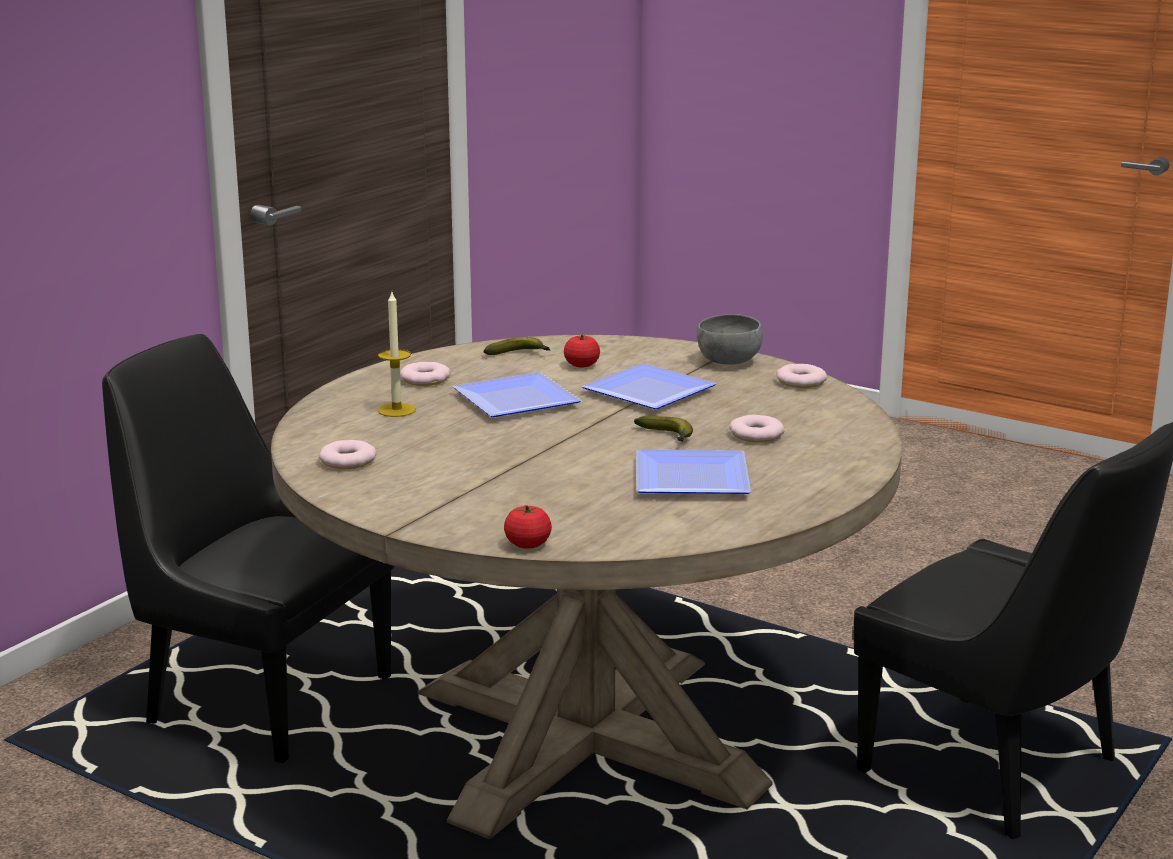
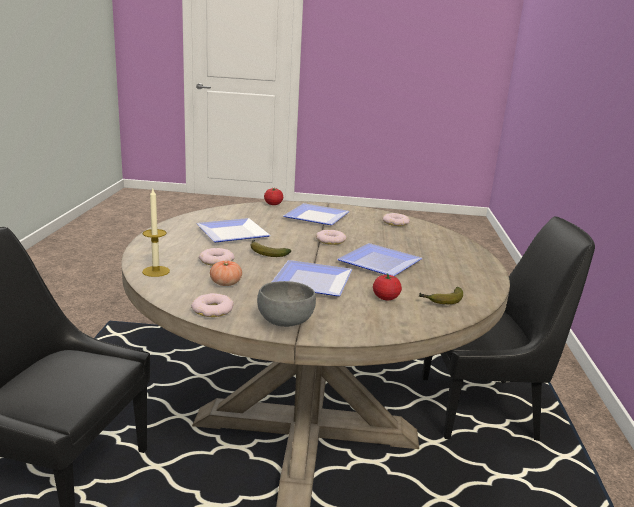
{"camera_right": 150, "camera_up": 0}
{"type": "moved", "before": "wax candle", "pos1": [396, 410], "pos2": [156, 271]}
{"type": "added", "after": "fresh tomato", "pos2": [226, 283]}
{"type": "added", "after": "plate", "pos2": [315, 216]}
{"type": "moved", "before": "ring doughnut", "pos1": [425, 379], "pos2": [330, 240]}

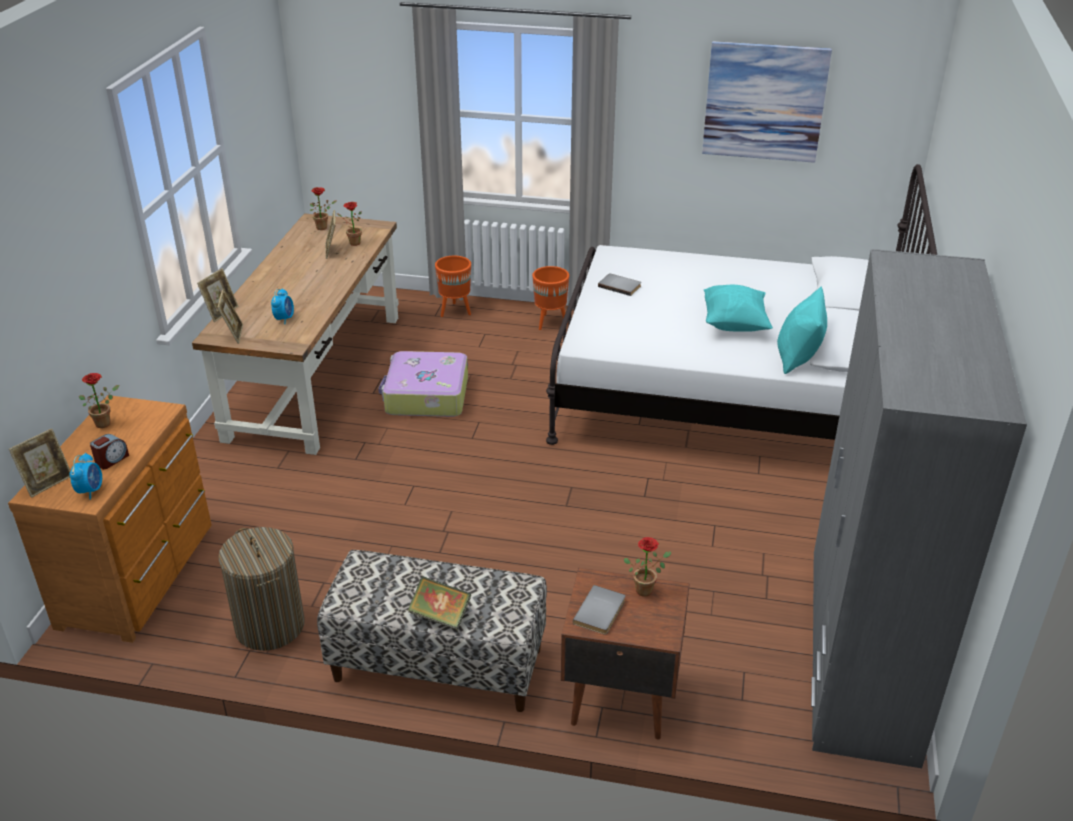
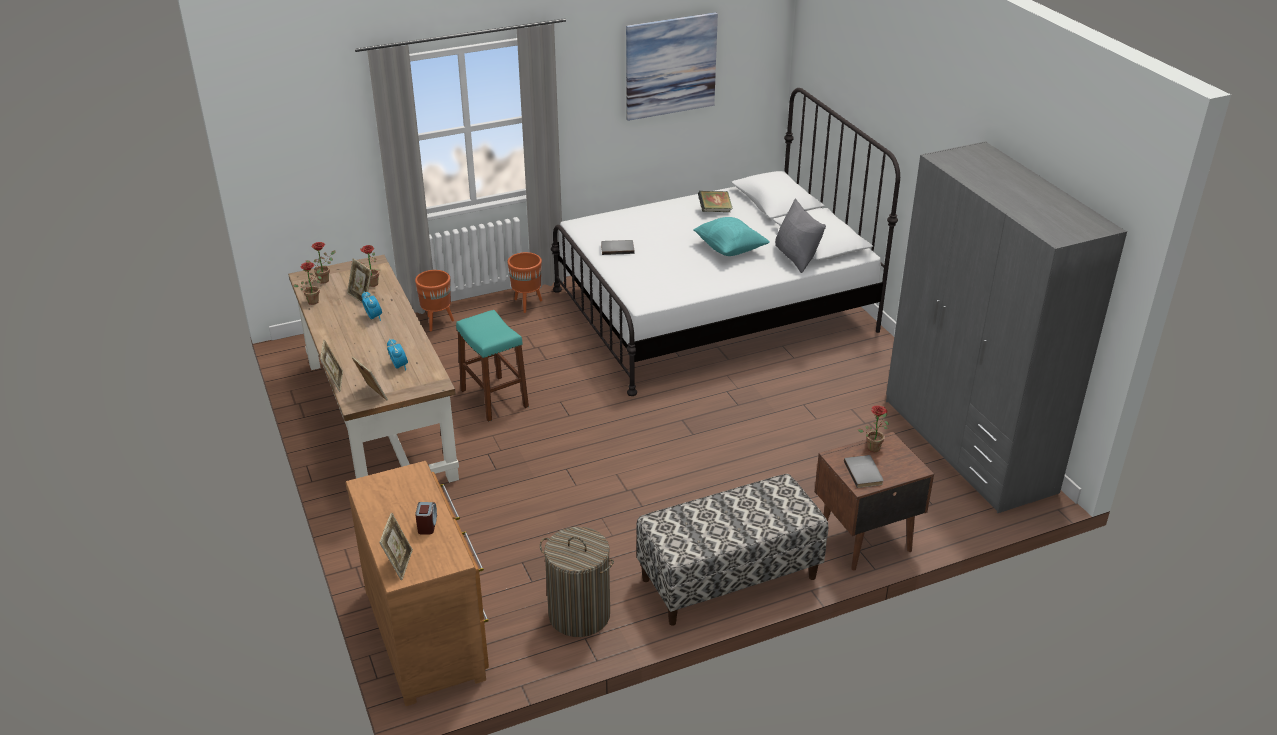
{"camera_right": -35, "camera_up": 0}
{"type": "moved", "before": "plant in a pot", "pos1": [106, 422], "pos2": [314, 300]}
{"type": "moved", "before": "bedside clock", "pos1": [90, 490], "pos2": [373, 317]}
{"type": "replaced", "before": "piece of luggage", "after": "turquoise stool seat", "pos1": [426, 396], "pos2": [494, 398]}
{"type": "moved", "before": "volume", "pos1": [440, 616], "pos2": [714, 210]}
{"type": "recoloured", "before": "turquoise pillow", "after": "gray pillow", "pos1": [798, 357], "pos2": [796, 258]}

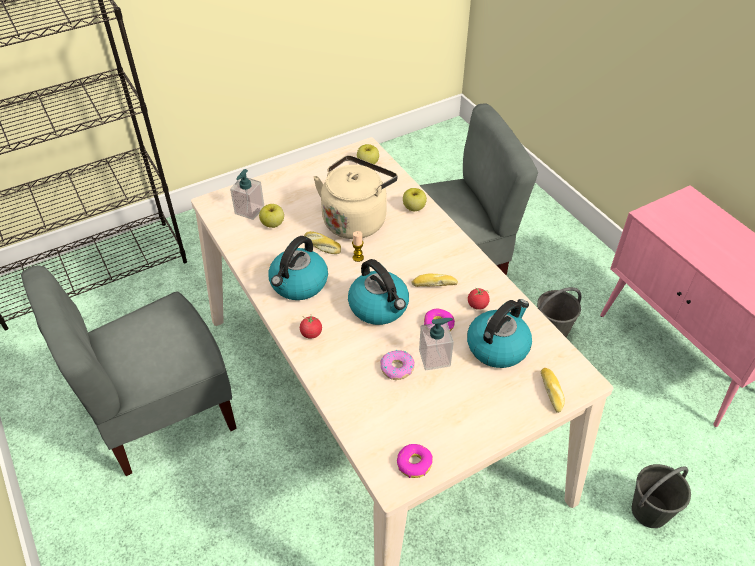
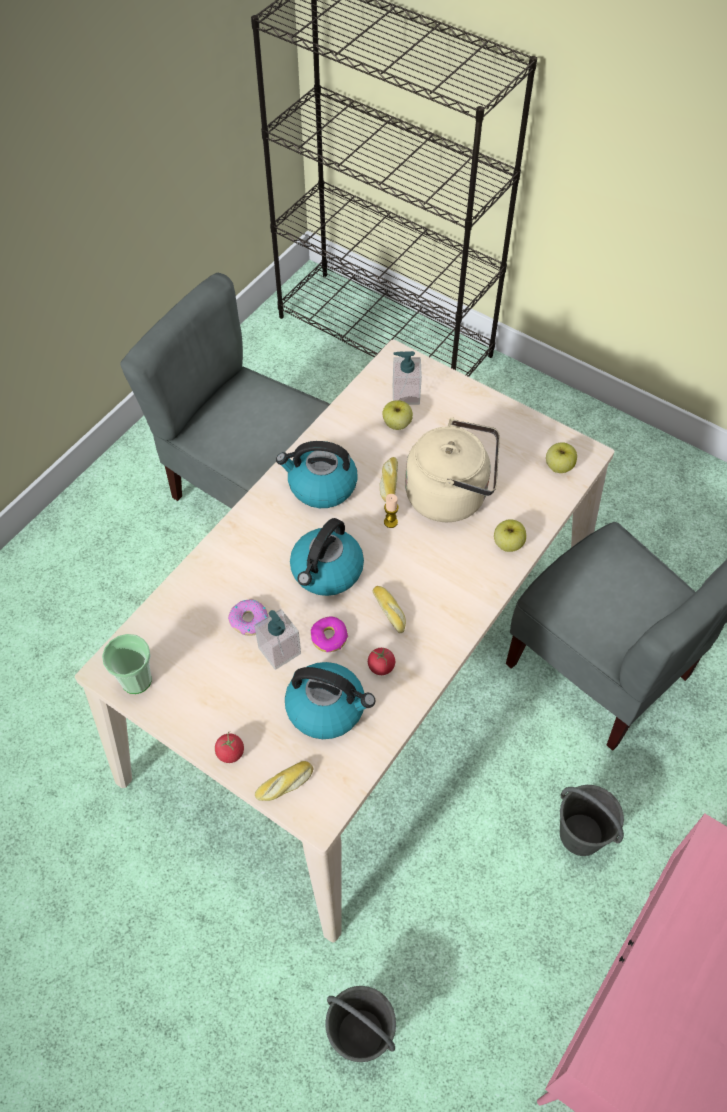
{"camera_right": 65, "camera_up": 10}
{"type": "replaced", "before": "ring doughnut", "after": "small cup", "pos1": [414, 464], "pos2": [136, 680]}
{"type": "moved", "before": "fresh tomato", "pos1": [311, 333], "pos2": [230, 752]}

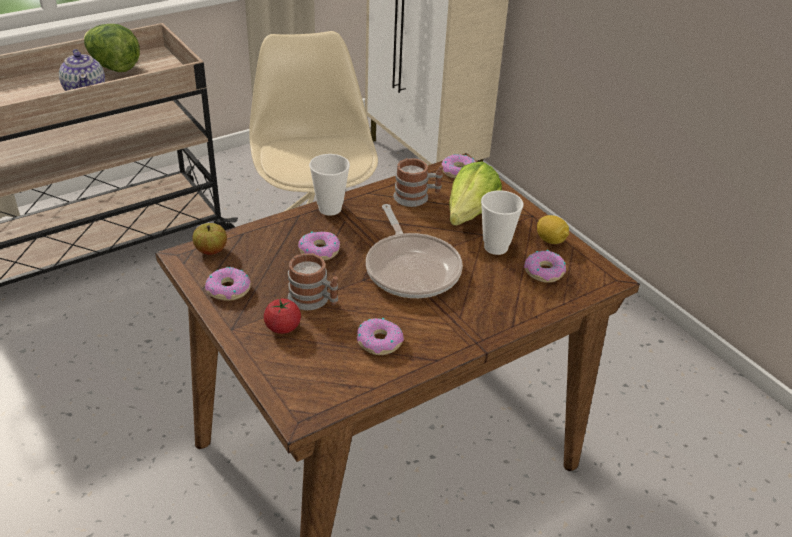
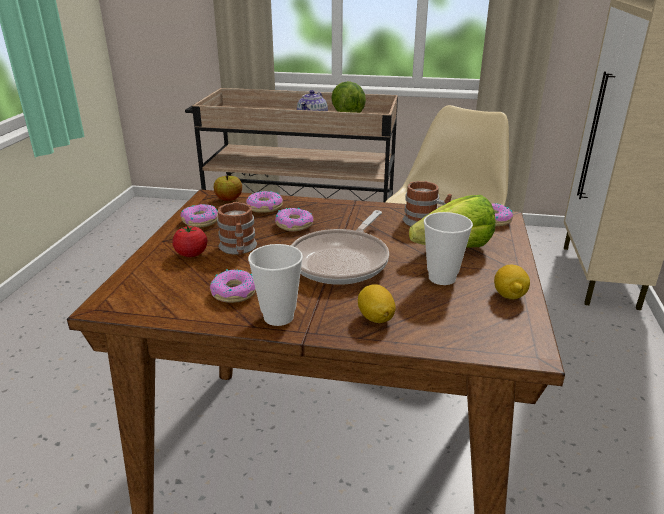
{"camera_right": 45, "camera_up": -10}
{"type": "moved", "before": "ring doughnut", "pos1": [544, 272], "pos2": [264, 207]}
{"type": "moved", "before": "small cup", "pos1": [330, 209], "pos2": [278, 317]}
{"type": "added", "after": "lemon", "pos2": [375, 318]}

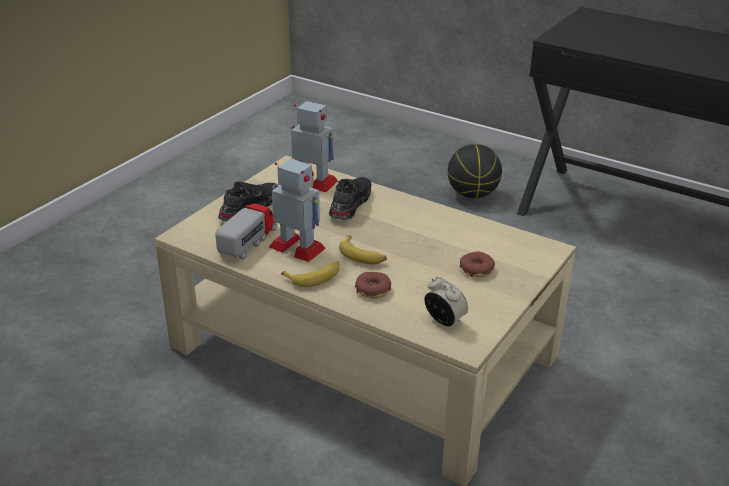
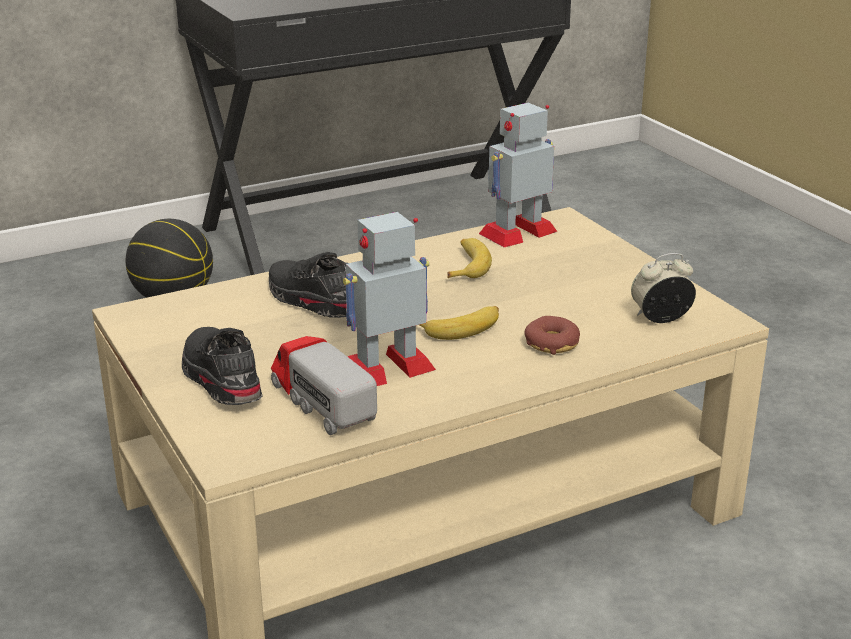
{"camera_right": -60, "camera_up": -5}
{"type": "moved", "before": "banana fruit", "pos1": [314, 277], "pos2": [467, 266]}
{"type": "moved", "before": "toy robot", "pos1": [313, 182], "pos2": [518, 232]}
{"type": "removed", "before": "ring doughnut", "pos1": [477, 269]}

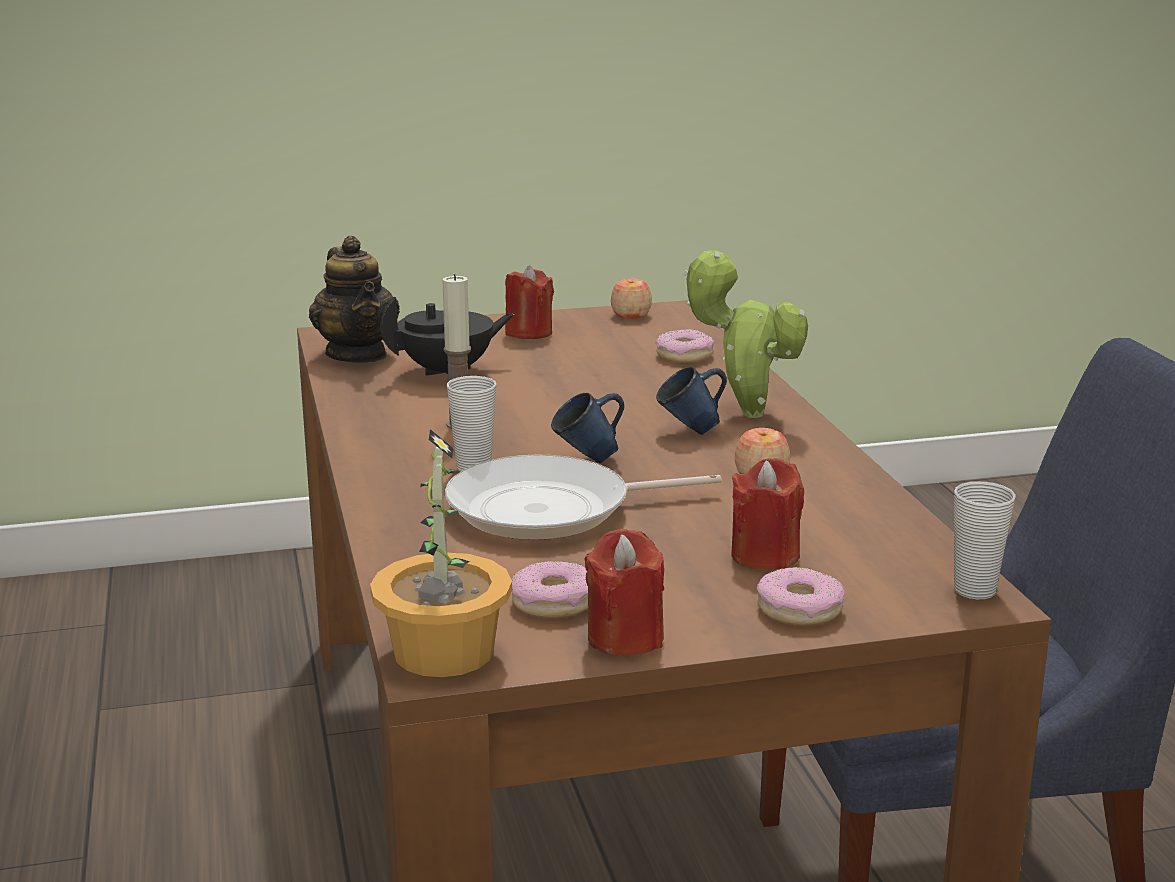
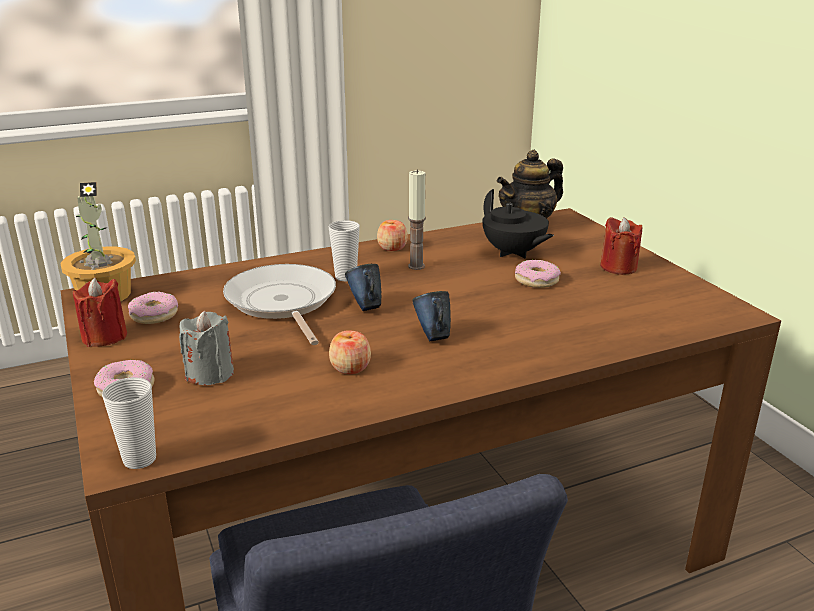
{"camera_right": 80, "camera_up": 5}
{"type": "recoloured", "before": "red-coloured wax candle", "after": "gray wax candle", "pos1": [765, 556], "pos2": [210, 374]}
{"type": "moved", "before": "whole apple", "pos1": [631, 315], "pos2": [392, 247]}
{"type": "moved", "before": "ring doughnut", "pos1": [684, 355], "pos2": [536, 280]}
{"type": "removed", "before": "plant in a pot", "pos1": [744, 413]}

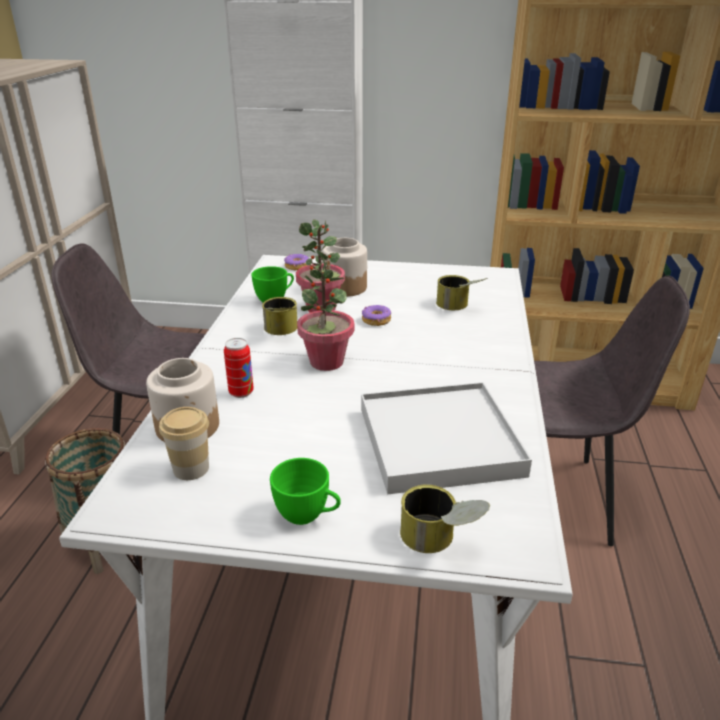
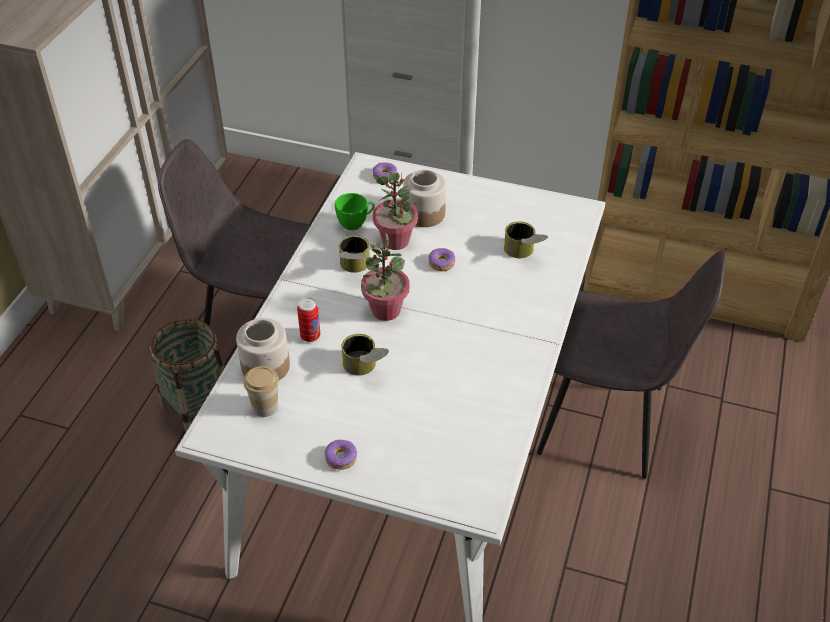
{"camera_right": 10, "camera_up": 15}
{"type": "replaced", "before": "greenish small cup", "after": "ring doughnut", "pos1": [308, 515], "pos2": [341, 458]}
{"type": "moved", "before": "can", "pos1": [440, 541], "pos2": [365, 369]}
{"type": "removed", "before": "white carrying tray", "pos1": [438, 441]}

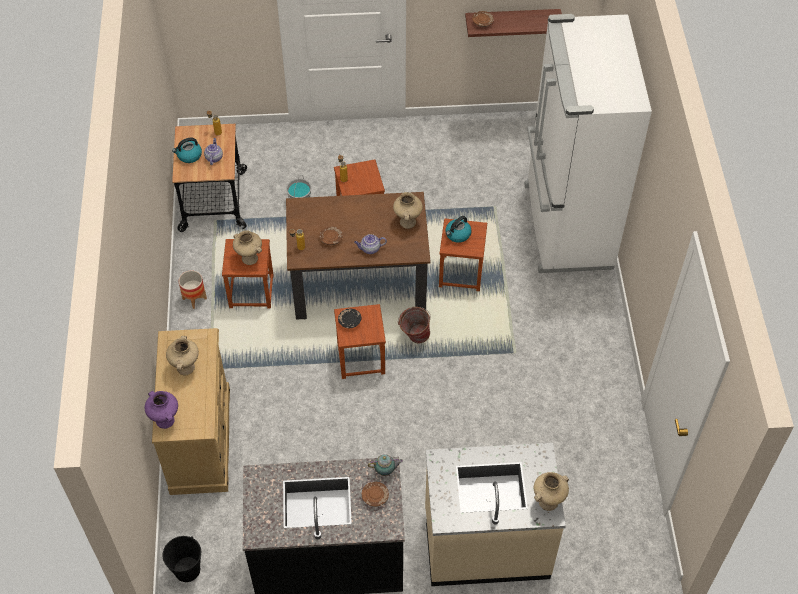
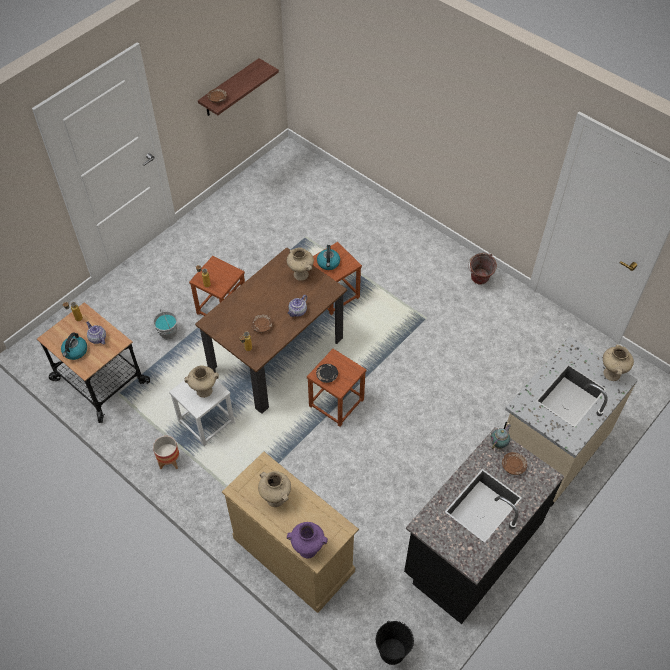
{"camera_right": -45, "camera_up": 0}
{"type": "recoloured", "before": "brown-coloured stool seat", "after": "white stool seat", "pos1": [251, 291], "pos2": [205, 421]}
{"type": "moved", "before": "bucket", "pos1": [414, 337], "pos2": [478, 281]}
{"type": "removed", "before": "white kitchen fridge", "pos1": [565, 227]}

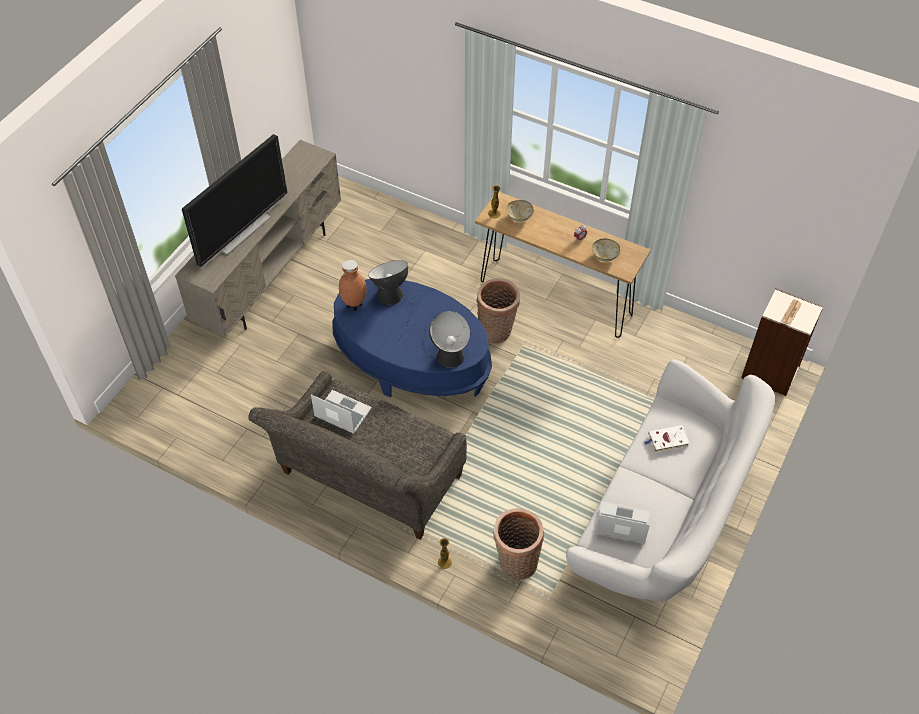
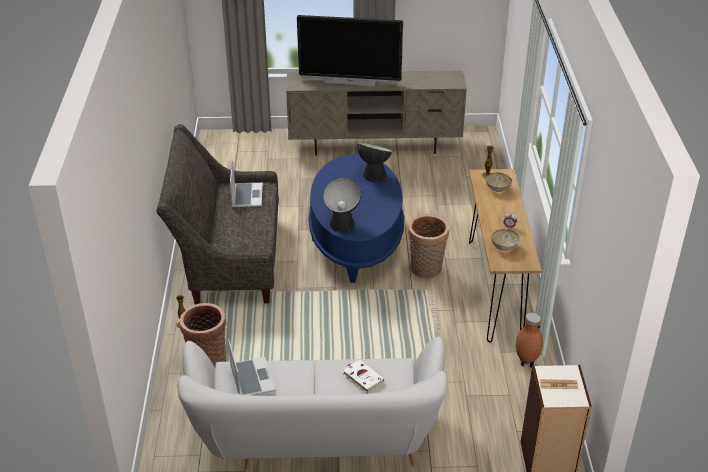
{"camera_right": 60, "camera_up": -15}
{"type": "moved", "before": "brown-coloured flower vase", "pos1": [354, 306], "pos2": [525, 363]}

